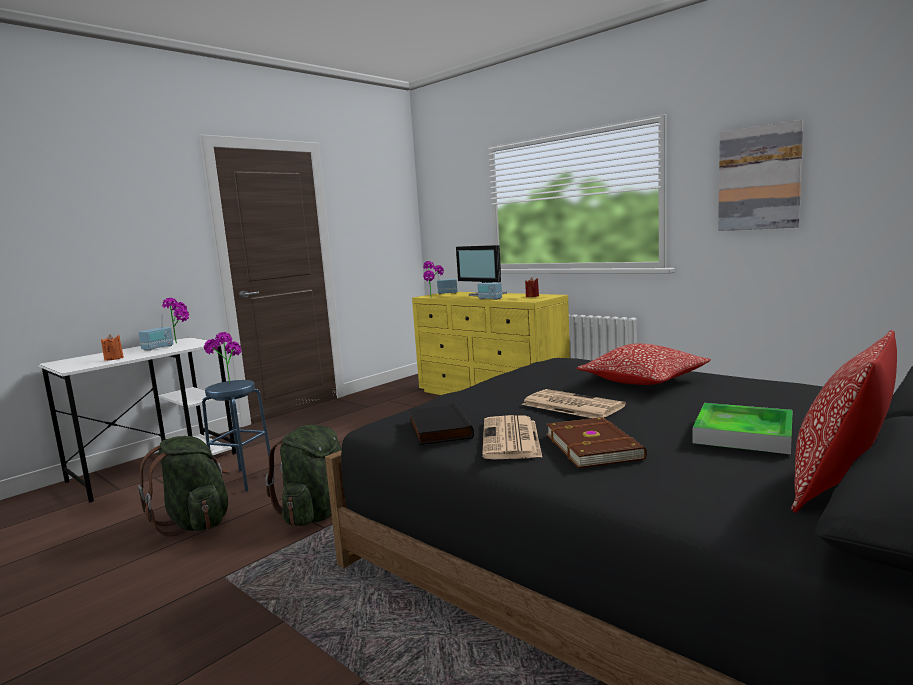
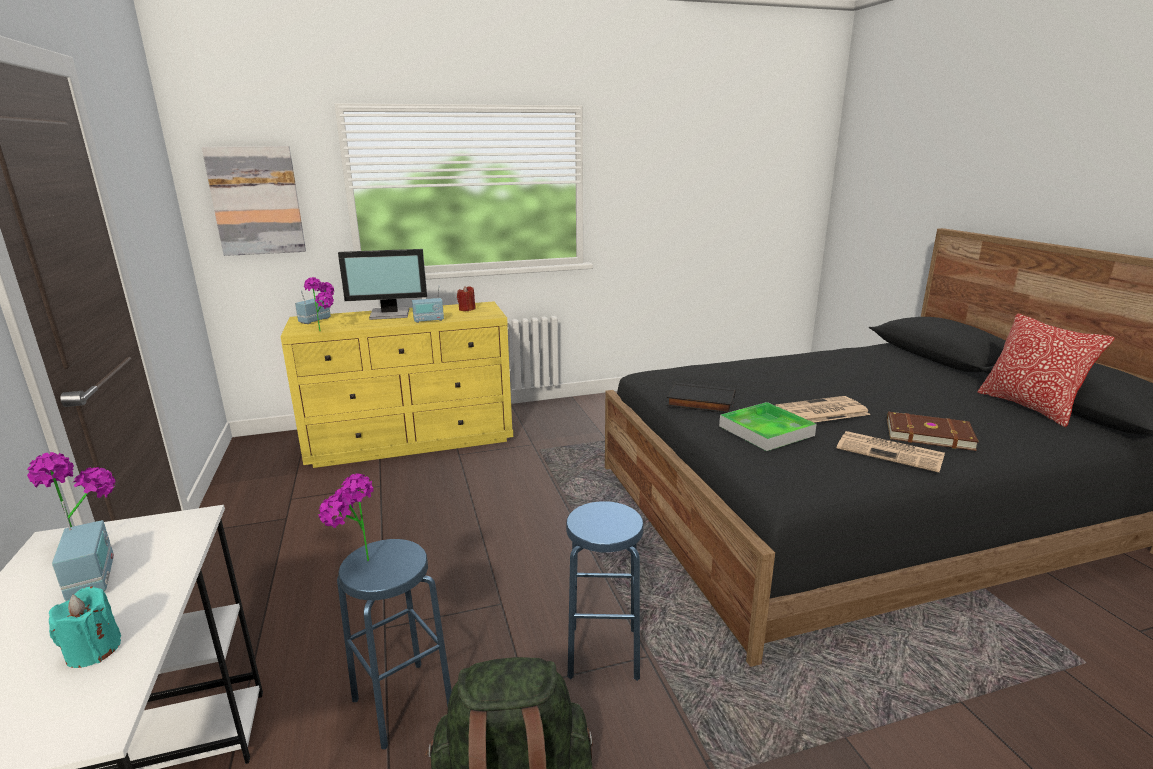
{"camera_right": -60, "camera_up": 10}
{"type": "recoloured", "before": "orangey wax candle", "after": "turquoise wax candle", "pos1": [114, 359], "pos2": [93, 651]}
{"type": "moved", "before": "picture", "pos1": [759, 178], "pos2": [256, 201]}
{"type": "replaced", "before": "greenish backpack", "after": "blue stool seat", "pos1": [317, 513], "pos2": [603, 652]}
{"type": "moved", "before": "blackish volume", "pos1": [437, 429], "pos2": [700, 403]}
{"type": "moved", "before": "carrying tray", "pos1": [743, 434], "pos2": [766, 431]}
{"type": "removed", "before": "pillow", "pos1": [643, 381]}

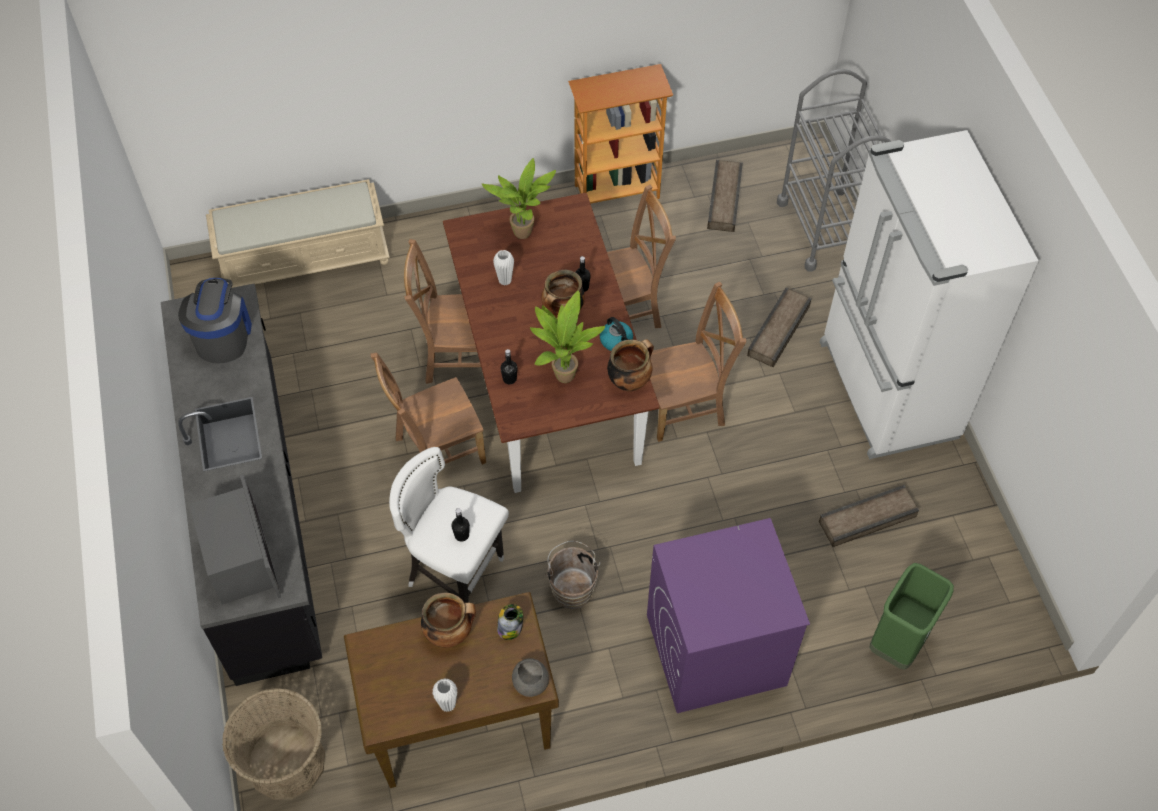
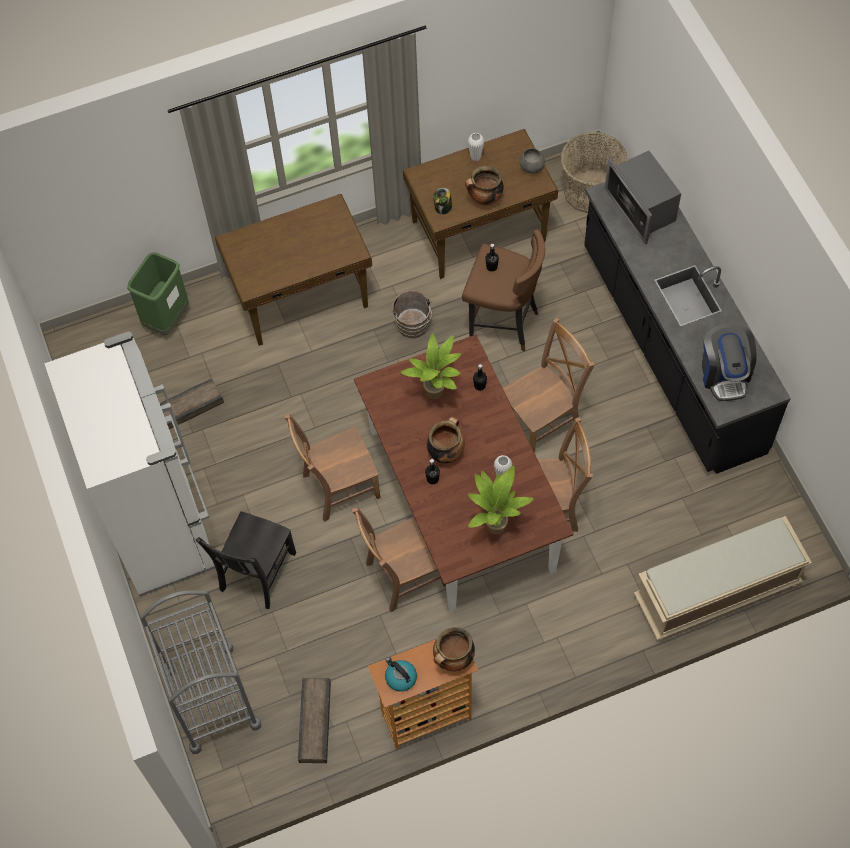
{"camera_right": 175, "camera_up": 5}
{"type": "replaced", "before": "packing crate", "after": "blackish upright chair", "pos1": [780, 331], "pos2": [256, 574]}
{"type": "replaced", "before": "purplish laundry machine", "after": "brown-coloured desk table", "pos1": [715, 651], "pos2": [302, 297]}
{"type": "moved", "before": "water kettle", "pos1": [616, 341], "pos2": [400, 677]}
{"type": "moved", "before": "saucepot", "pos1": [629, 381], "pos2": [453, 659]}
{"type": "recoloured", "before": "white stool seat", "after": "brown-coloured stool seat", "pos1": [457, 576], "pos2": [502, 324]}
{"type": "moved", "before": "gray bowl", "pos1": [530, 681], "pos2": [532, 167]}

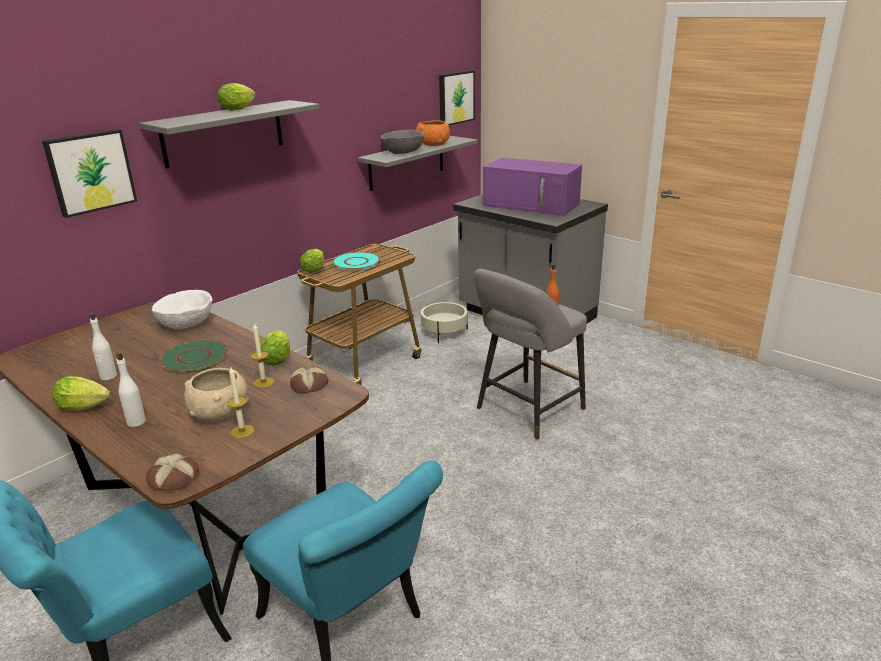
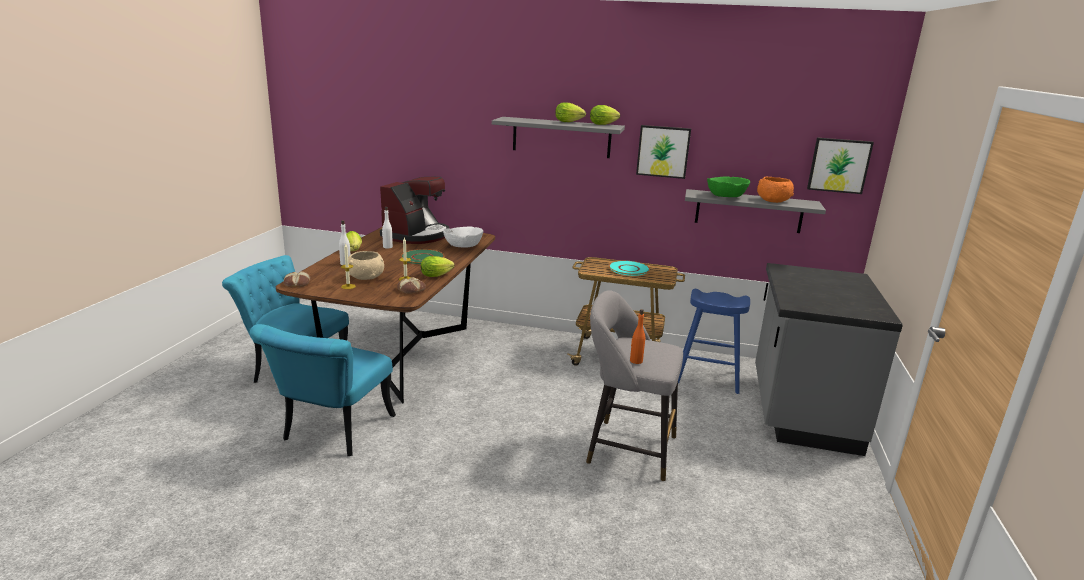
{"camera_right": 60, "camera_up": -5}
{"type": "added", "after": "coffee machine", "pos2": [417, 235]}
{"type": "moved", "before": "head of lettuce", "pos1": [315, 269], "pos2": [604, 124]}
{"type": "moved", "before": "picture", "pos1": [90, 172], "pos2": [663, 151]}
{"type": "replaced", "before": "sand-coloured planter", "after": "blue stool seat", "pos1": [444, 332], "pos2": [708, 377]}
{"type": "recoloured", "before": "gray bowl", "after": "greenish bowl", "pos1": [403, 152], "pos2": [725, 196]}
{"type": "removed", "before": "purplish microwave", "pos1": [532, 205]}

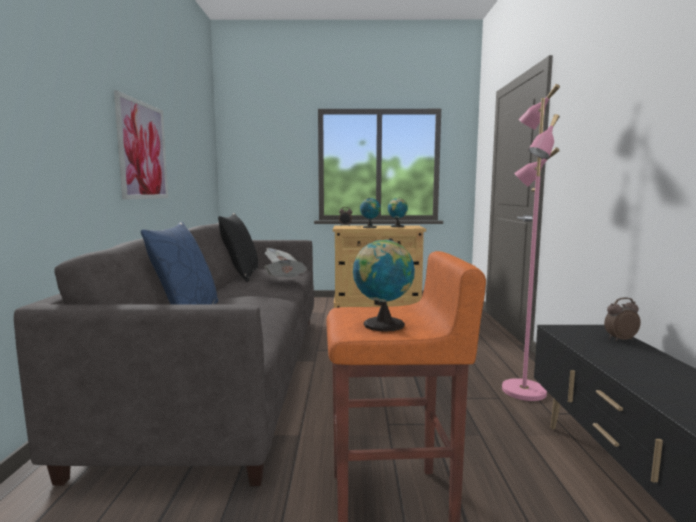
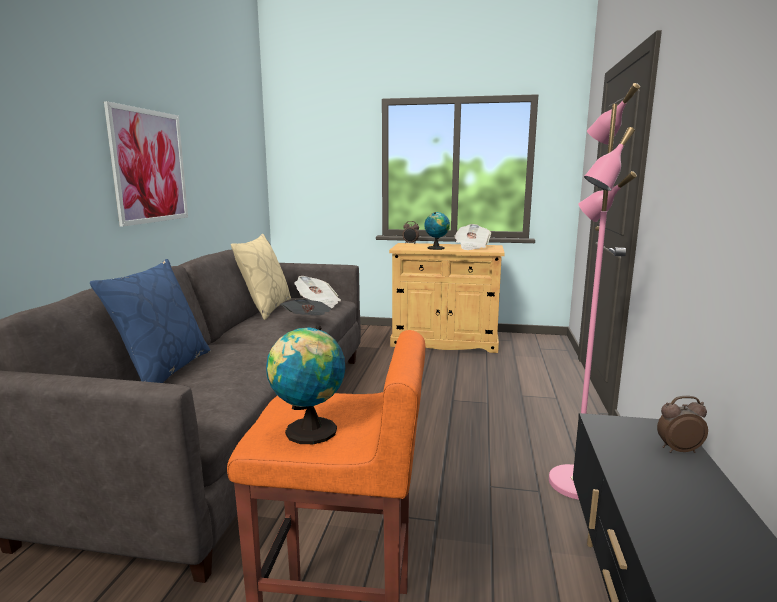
{"camera_right": 10, "camera_up": 5}
{"type": "recoloured", "before": "blackish pillow", "after": "sand-coloured pillow", "pos1": [241, 275], "pos2": [265, 308]}
{"type": "replaced", "before": "desk globe", "after": "newspaper", "pos1": [397, 226], "pos2": [471, 247]}

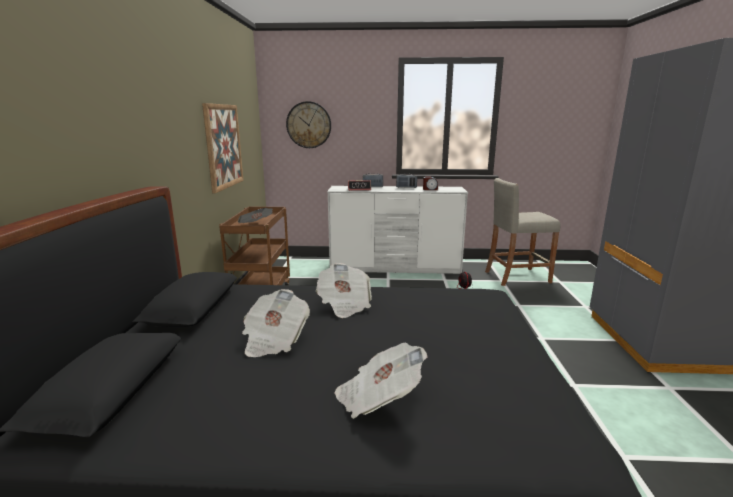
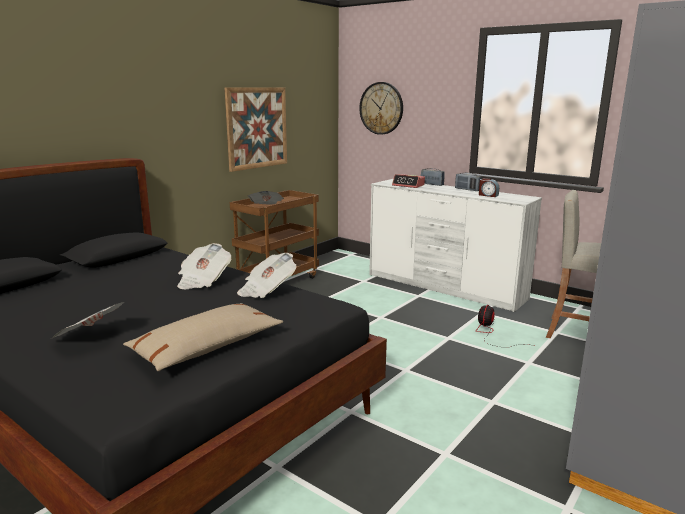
{"camera_right": 35, "camera_up": 0}
{"type": "added", "after": "sand-coloured pillow", "pos2": [207, 347]}
{"type": "moved", "before": "newspaper", "pos1": [274, 340], "pos2": [267, 290]}

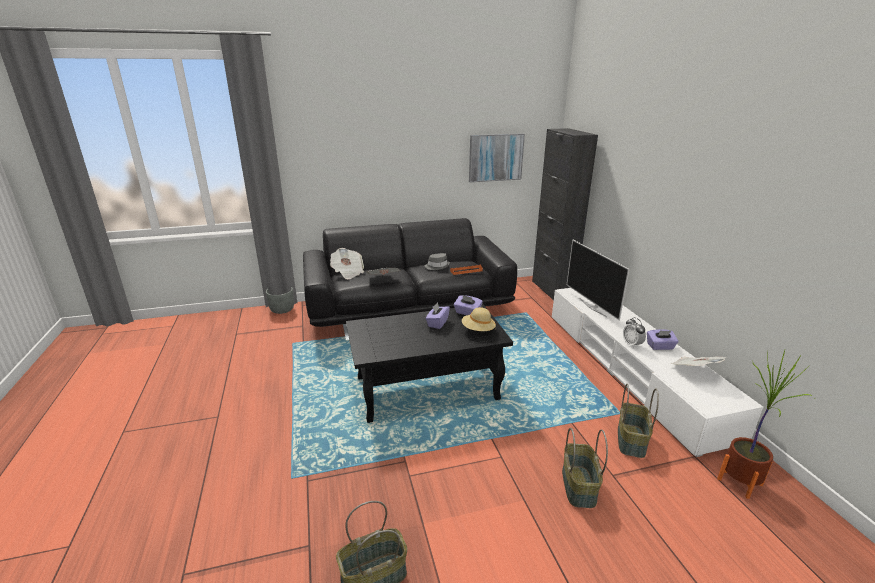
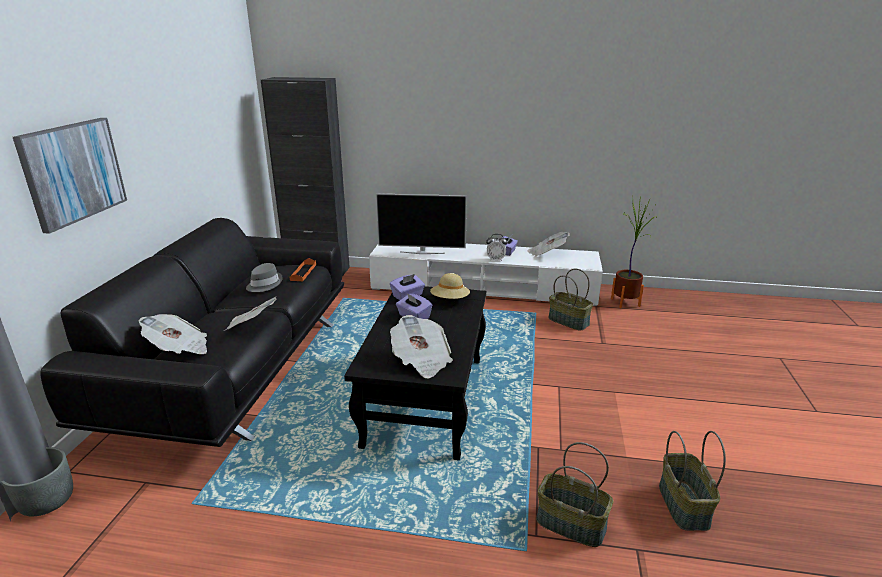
{"camera_right": -65, "camera_up": 0}
{"type": "moved", "before": "picture", "pos1": [495, 157], "pos2": [73, 172]}
{"type": "added", "after": "newspaper", "pos2": [421, 360]}
{"type": "moved", "before": "household basket", "pos1": [577, 486], "pos2": [570, 525]}

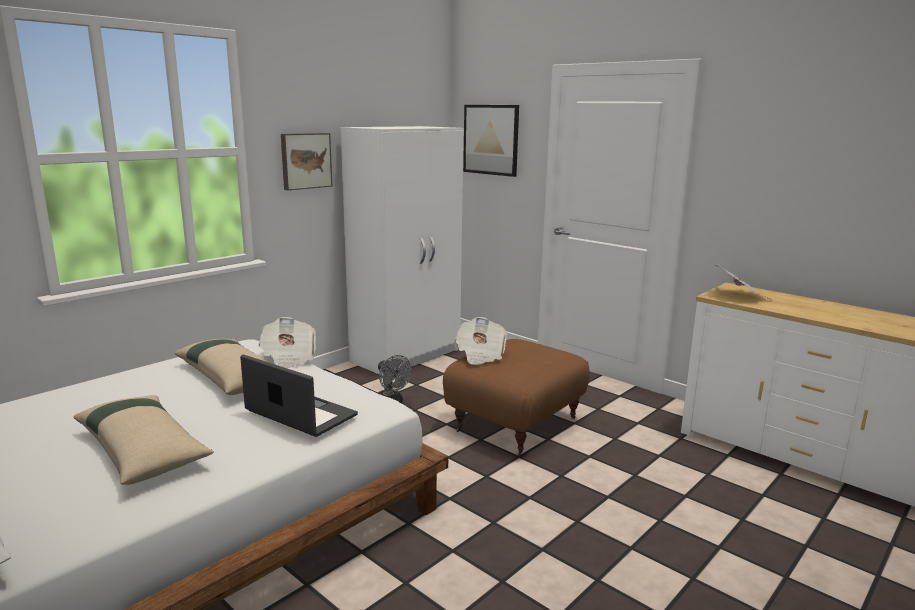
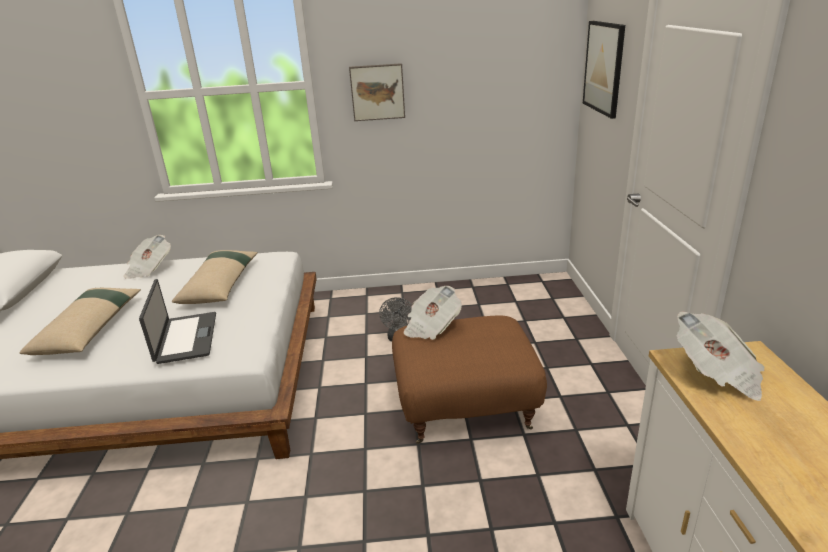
{"camera_right": 45, "camera_up": 10}
{"type": "moved", "before": "newspaper", "pos1": [289, 358], "pos2": [149, 269]}
{"type": "removed", "before": "white armoire", "pos1": [407, 356]}

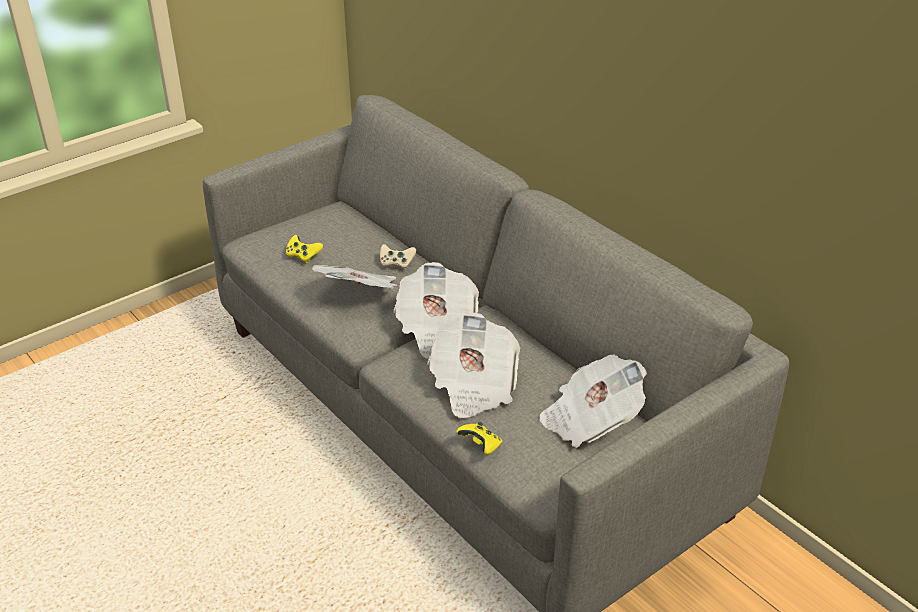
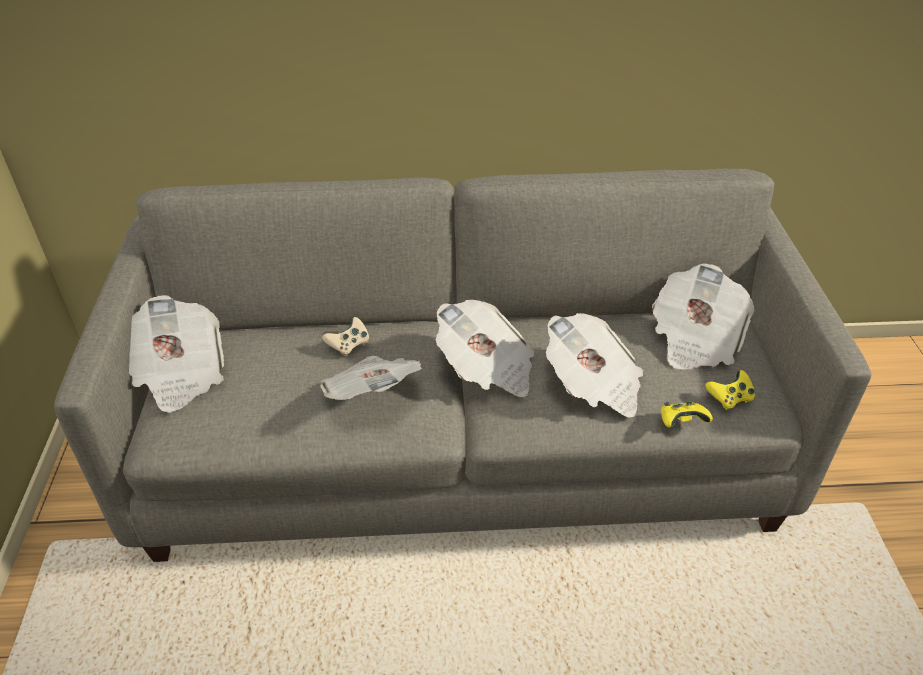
{"camera_right": -55, "camera_up": 5}
{"type": "added", "after": "newspaper", "pos2": [178, 373]}
{"type": "moved", "before": "yellowish joypad", "pos1": [303, 256], "pos2": [729, 398]}

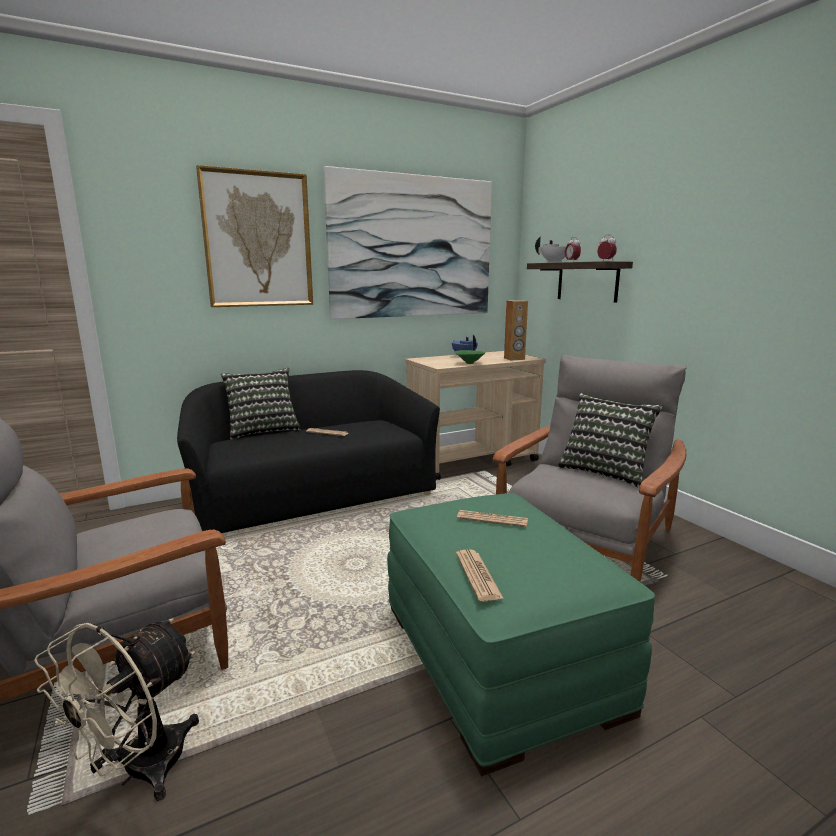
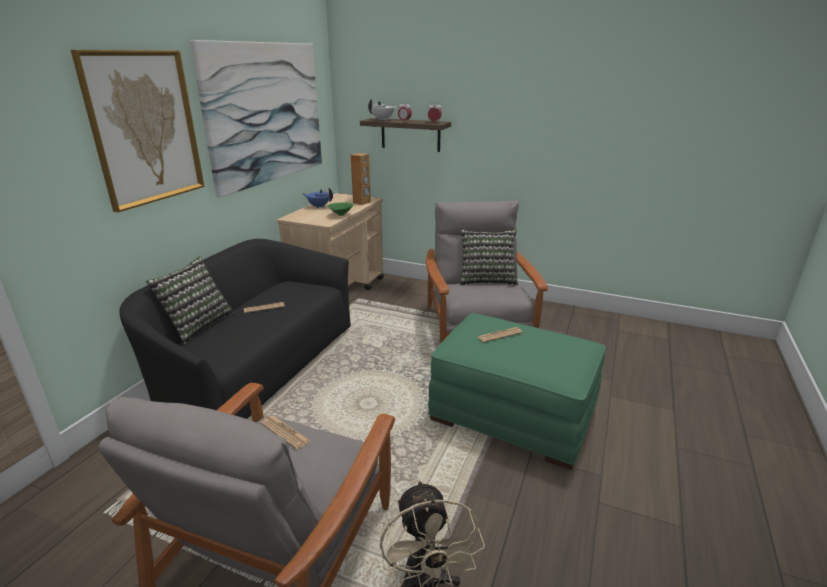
{"camera_right": -40, "camera_up": 10}
{"type": "moved", "before": "newspaper", "pos1": [478, 575], "pos2": [285, 432]}

